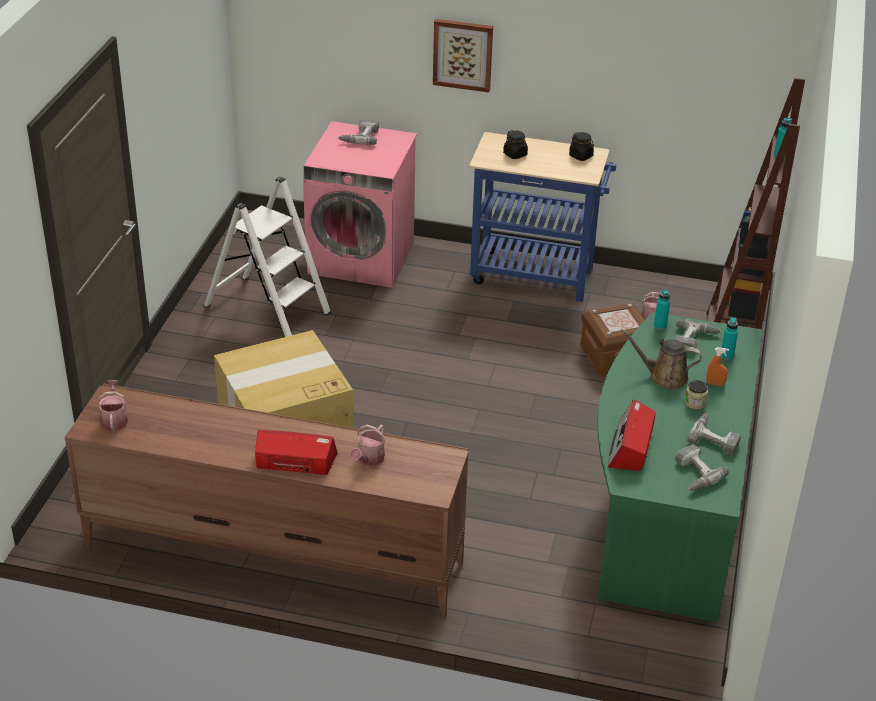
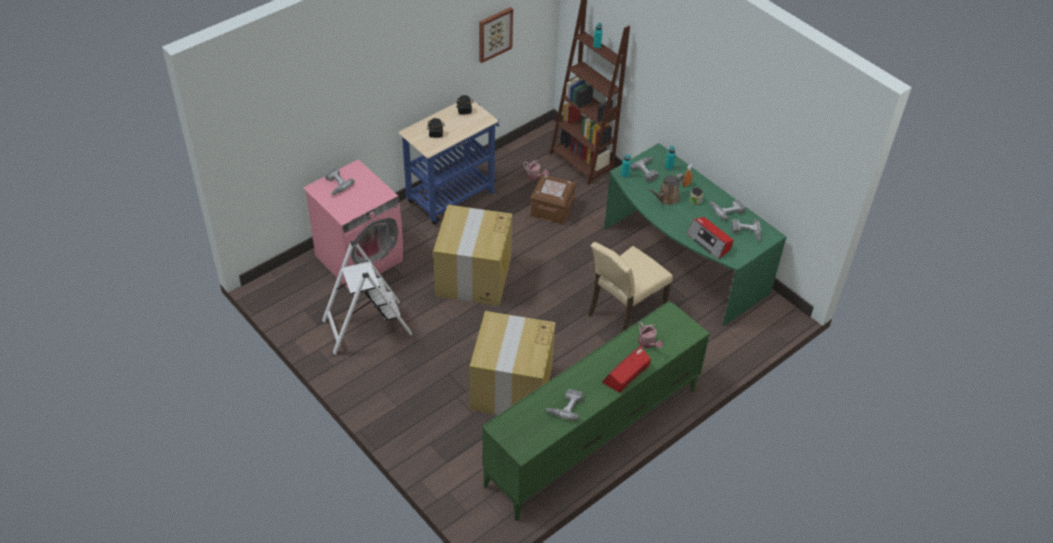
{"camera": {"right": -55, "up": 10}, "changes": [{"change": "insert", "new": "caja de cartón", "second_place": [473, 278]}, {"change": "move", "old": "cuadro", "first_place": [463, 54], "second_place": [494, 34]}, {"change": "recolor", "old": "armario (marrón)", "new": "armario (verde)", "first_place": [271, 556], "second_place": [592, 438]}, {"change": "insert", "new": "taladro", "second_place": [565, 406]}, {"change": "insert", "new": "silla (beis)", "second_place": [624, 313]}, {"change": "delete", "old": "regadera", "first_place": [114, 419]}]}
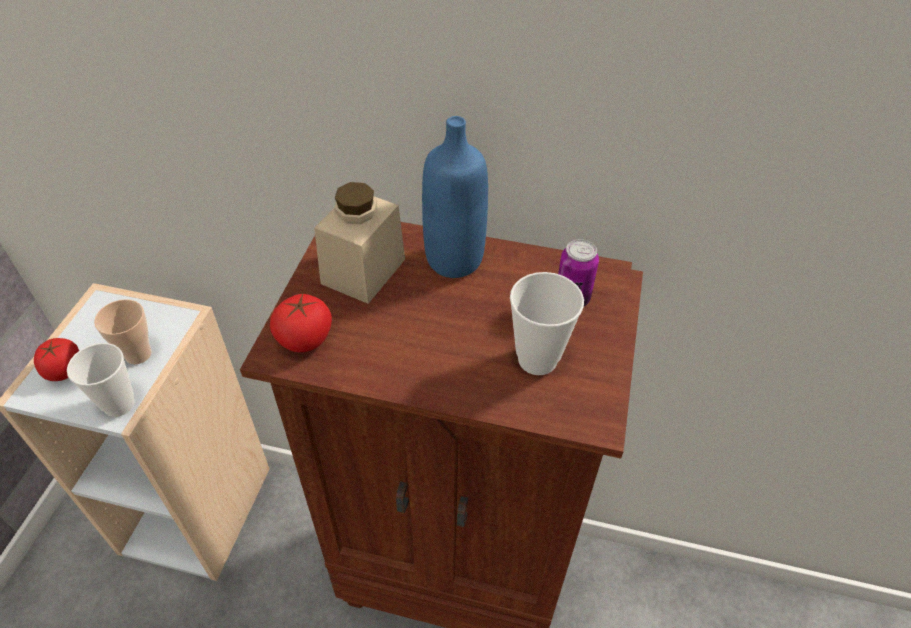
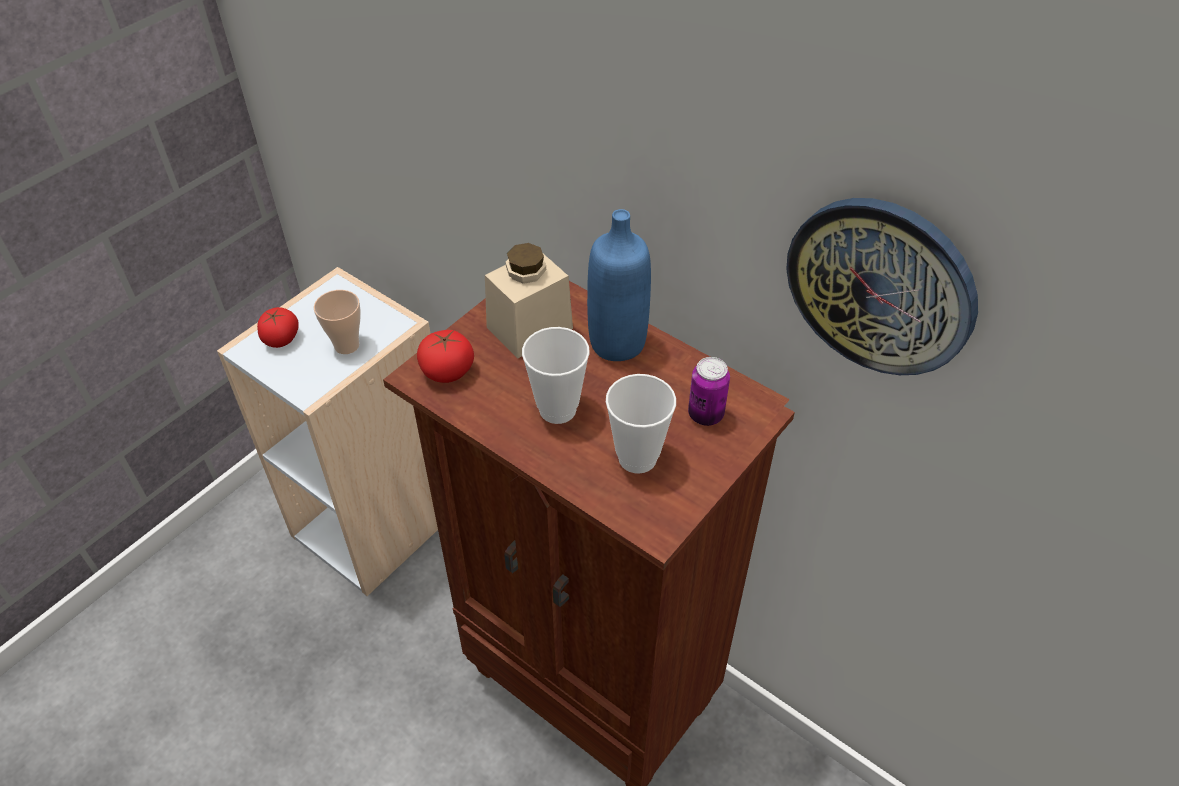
{"camera": {"right": 25, "up": 0}, "changes": [{"change": "move", "old": "taza", "first_place": [119, 404], "second_place": [557, 409]}, {"change": "insert", "new": "reloj de pared", "second_place": [881, 286]}]}
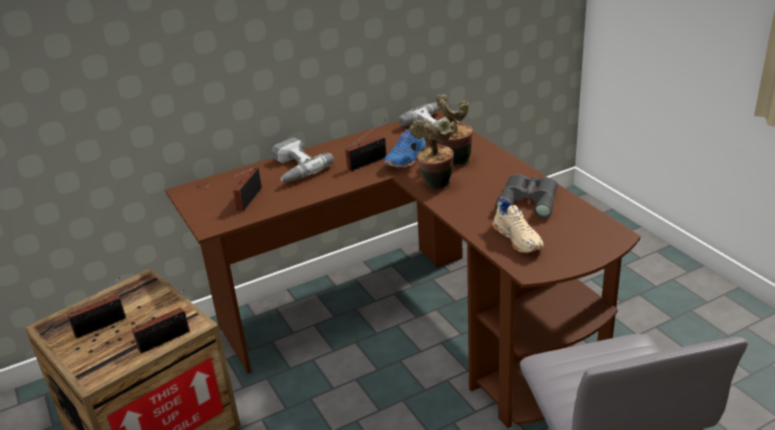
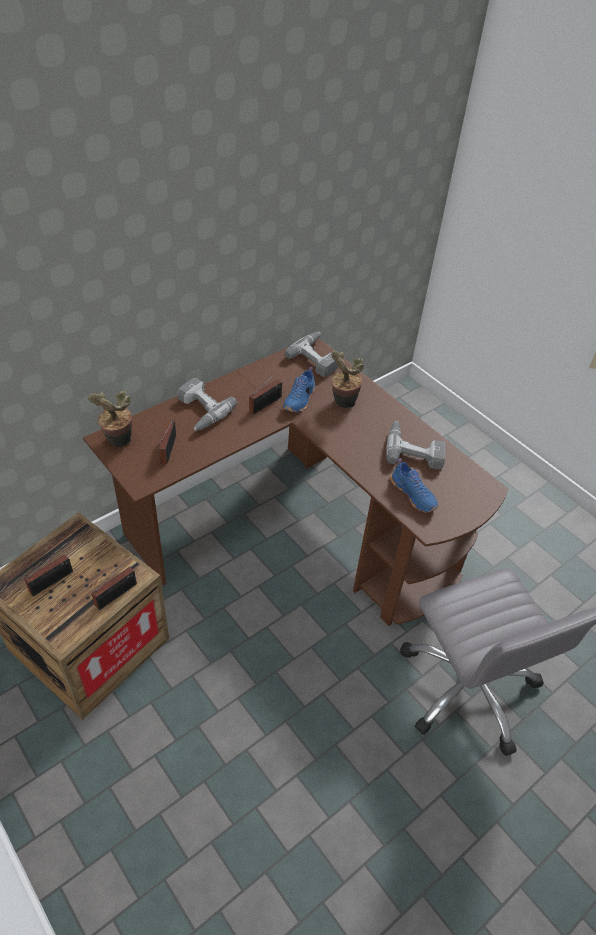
{"camera": {"right": -15, "up": 15}, "changes": [{"change": "move", "old": "planta en maceta", "first_place": [435, 185], "second_place": [118, 442]}, {"change": "replace", "old": "prismáticos (gris)", "new": "taladro", "first_place": [529, 200], "second_place": [414, 449]}, {"change": "recolor", "old": "zapato (beis)", "new": "zapato (azul)", "first_place": [518, 239], "second_place": [414, 494]}]}
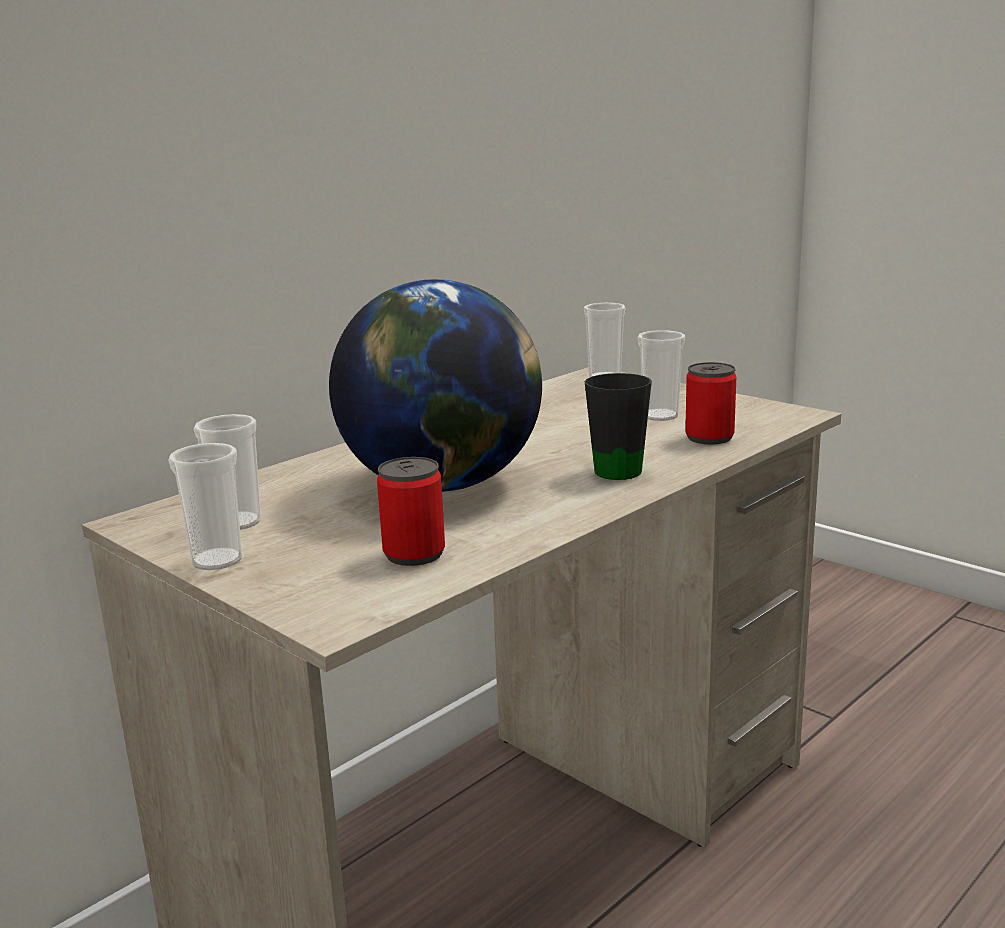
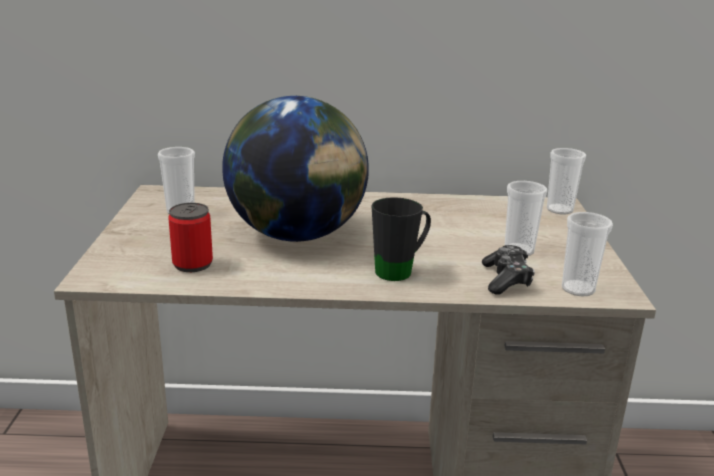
{"camera": {"right": 45, "up": 5}, "changes": [{"change": "replace", "old": "lata", "new": "mando de consola", "first_place": [709, 437], "second_place": [506, 279]}, {"change": "move", "old": "taza", "first_place": [217, 560], "second_place": [578, 289]}]}
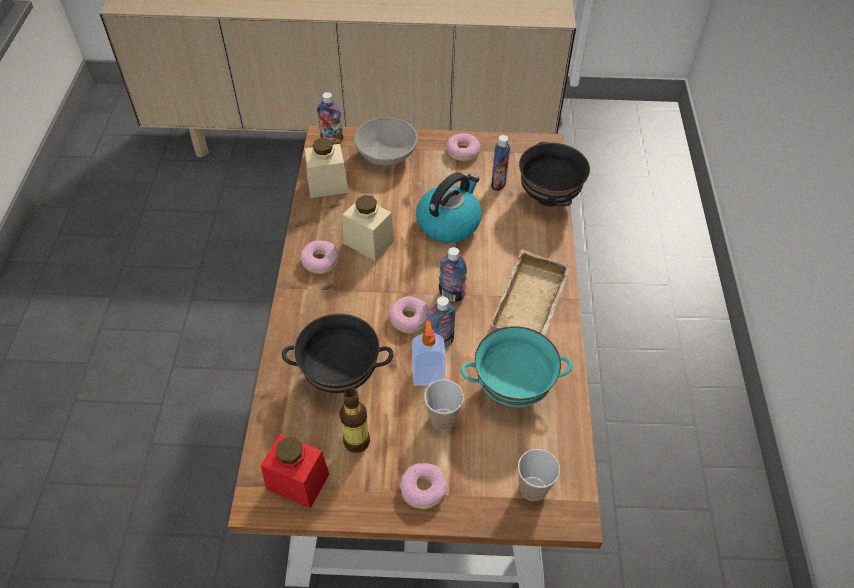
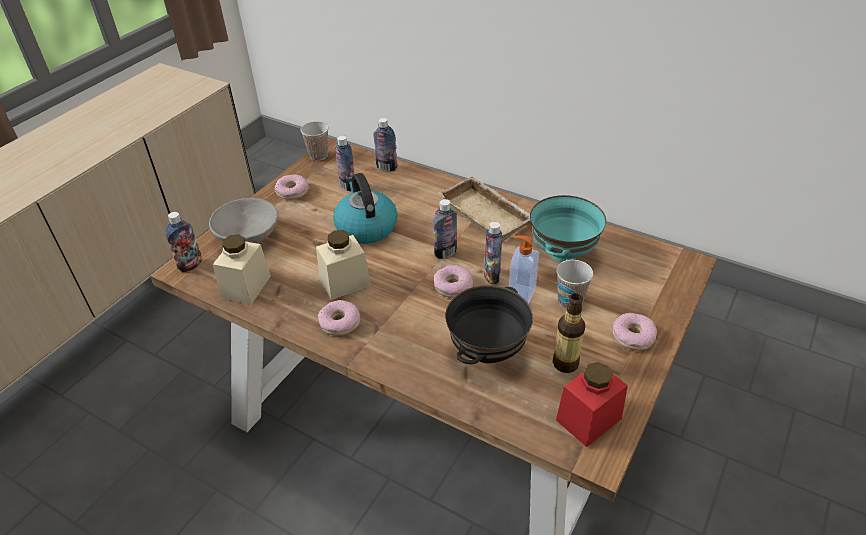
{"camera": {"right": -60, "up": -10}, "changes": [{"change": "move", "old": "taza", "first_place": [533, 488], "second_place": [318, 155]}, {"change": "replace", "old": "cuenco (negro)", "new": "botella", "first_place": [547, 197], "second_place": [386, 168]}]}
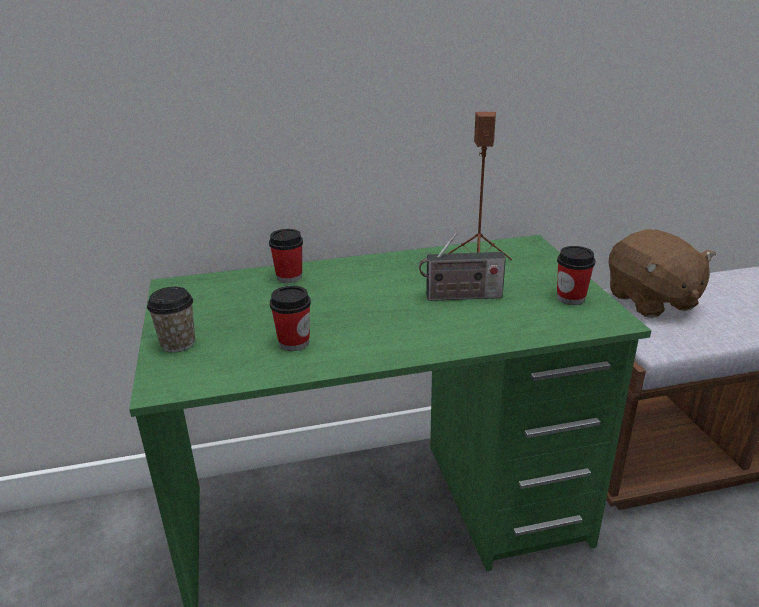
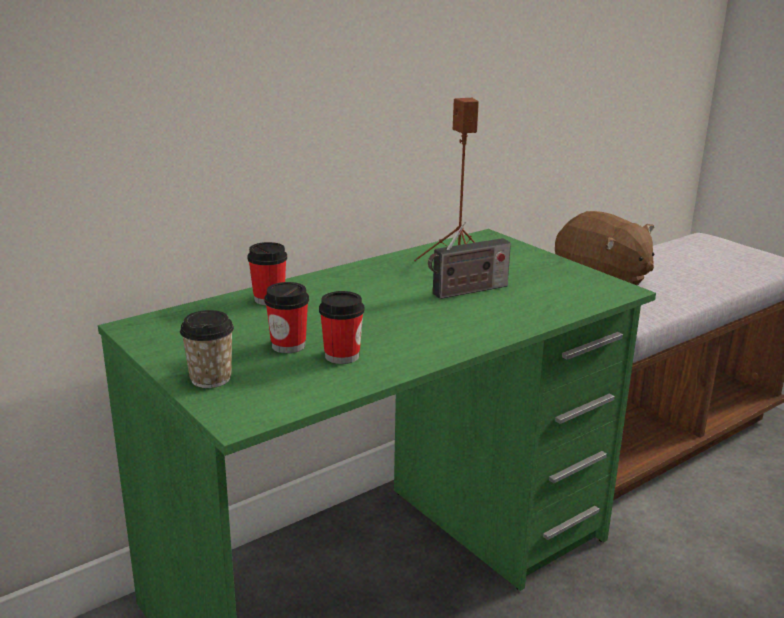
{"camera": {"right": -25, "up": -5}, "changes": [{"change": "move", "old": "taza", "first_place": [570, 298], "second_place": [288, 345]}]}
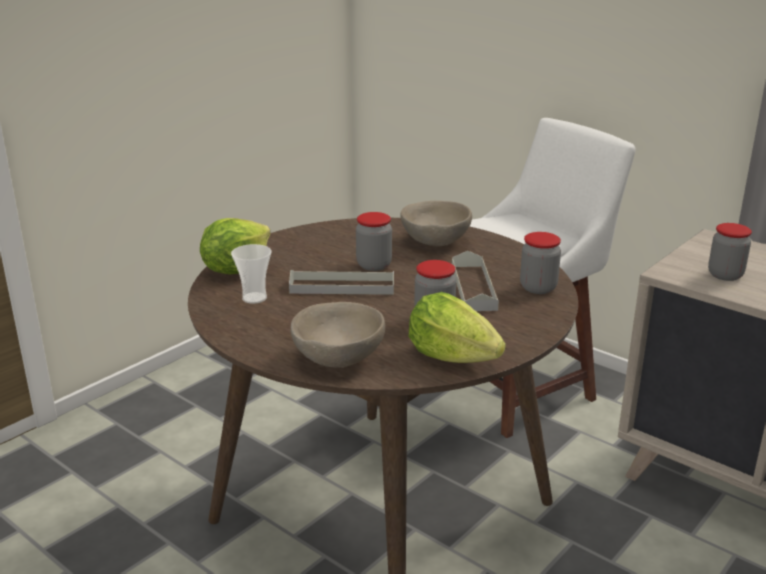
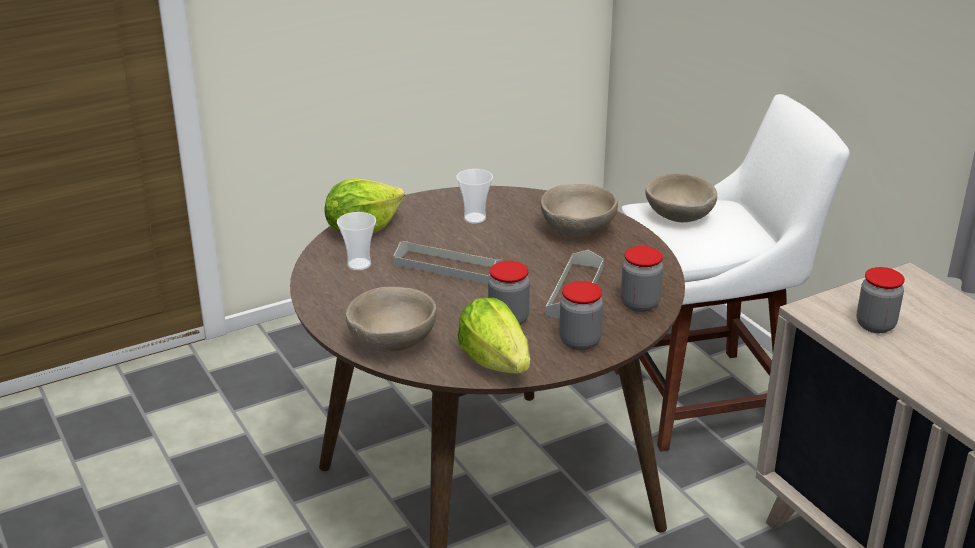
{"camera": {"right": 20, "up": 5}, "changes": [{"change": "insert", "new": "taza", "second_place": [474, 218]}, {"change": "move", "old": "tarro", "first_place": [374, 265], "second_place": [579, 341]}, {"change": "insert", "new": "cuenco (beis)", "second_place": [678, 216]}]}
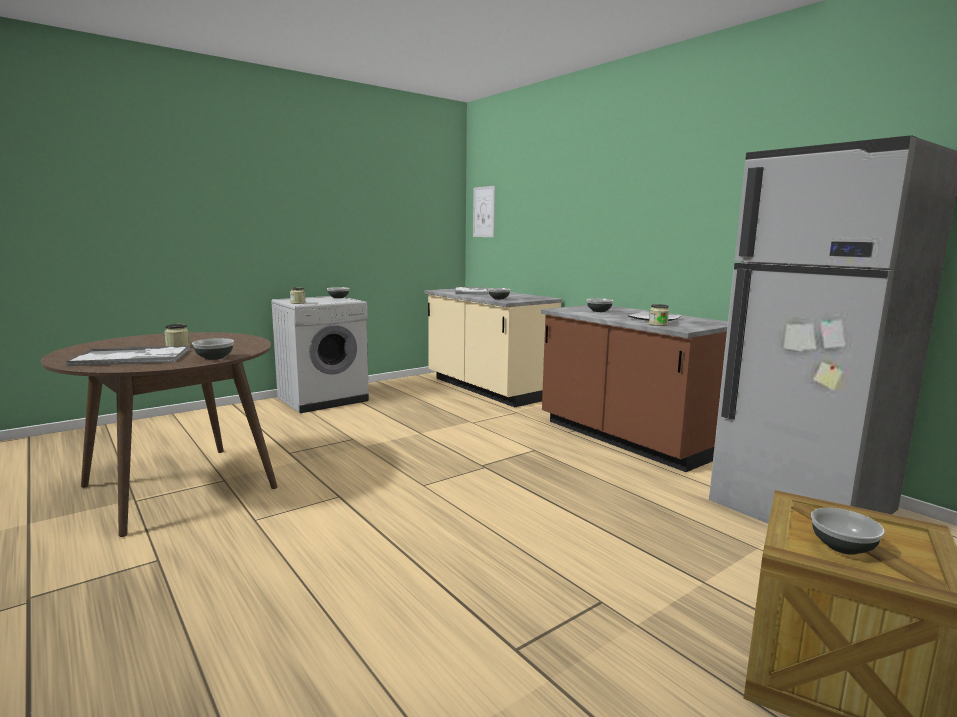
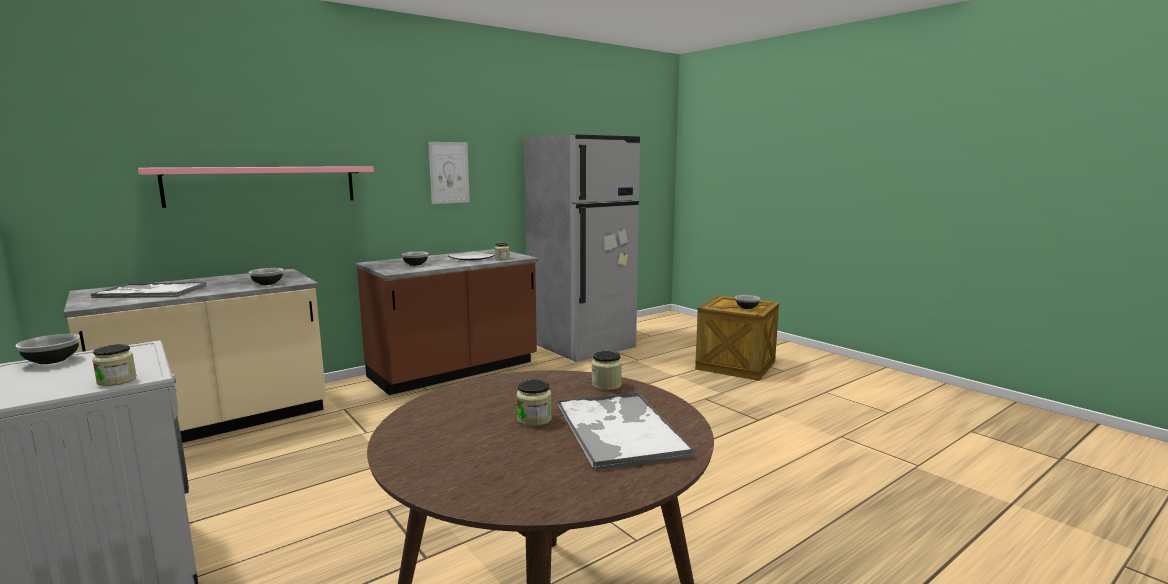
{"camera": {"right": -90, "up": 0}, "changes": [{"change": "insert", "new": "estante (rosa)", "second_place": [263, 185]}, {"change": "move", "old": "cuadro", "first_place": [484, 212], "second_place": [449, 172]}, {"change": "replace", "old": "cuenco", "new": "tarro", "first_place": [214, 357], "second_place": [606, 385]}]}
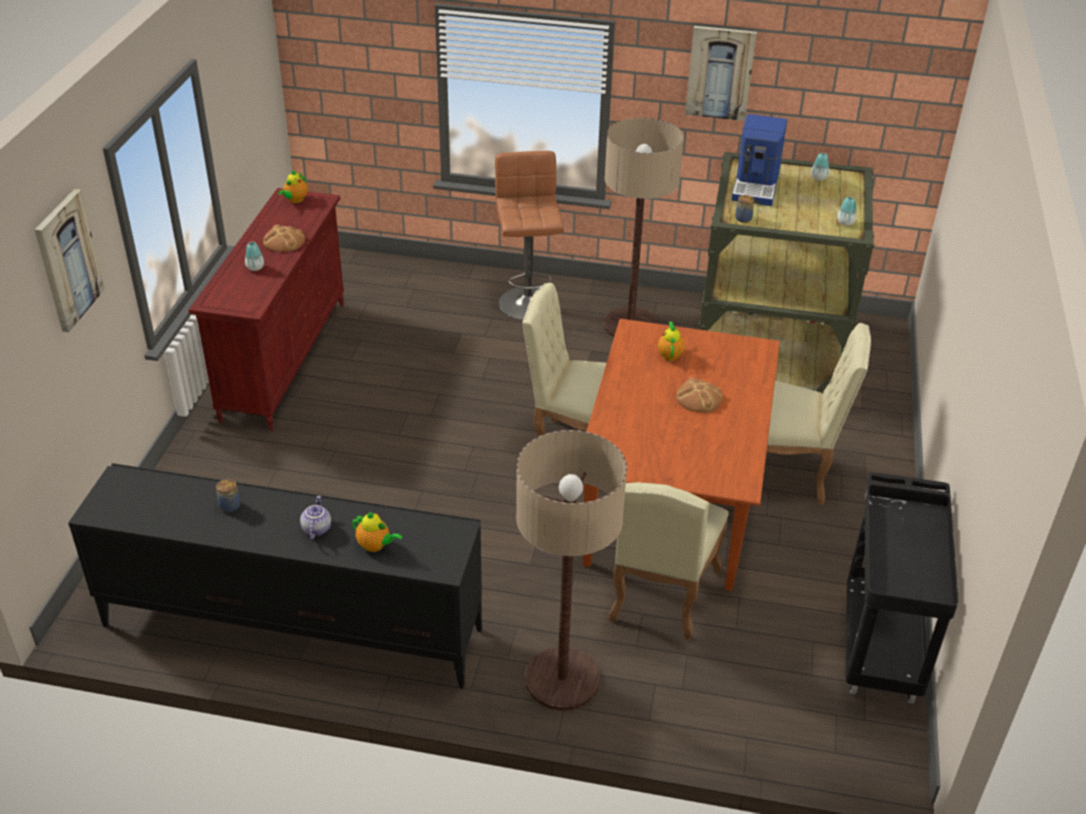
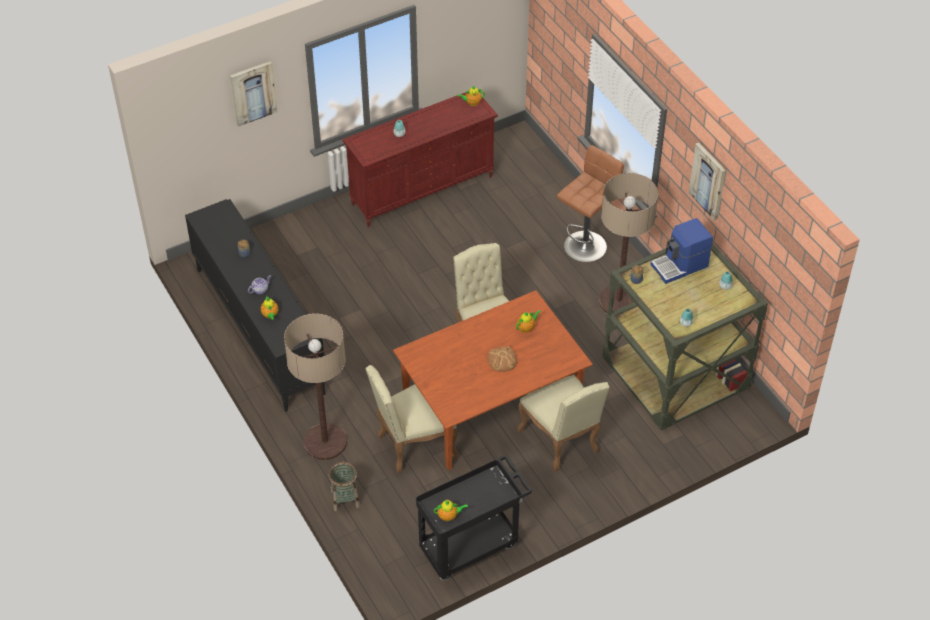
{"camera": {"right": 50, "up": 10}, "changes": [{"change": "insert", "new": "cesta", "second_place": [345, 499]}, {"change": "insert", "new": "tetera", "second_place": [449, 516]}, {"change": "delete", "old": "pan", "first_place": [284, 241]}]}
